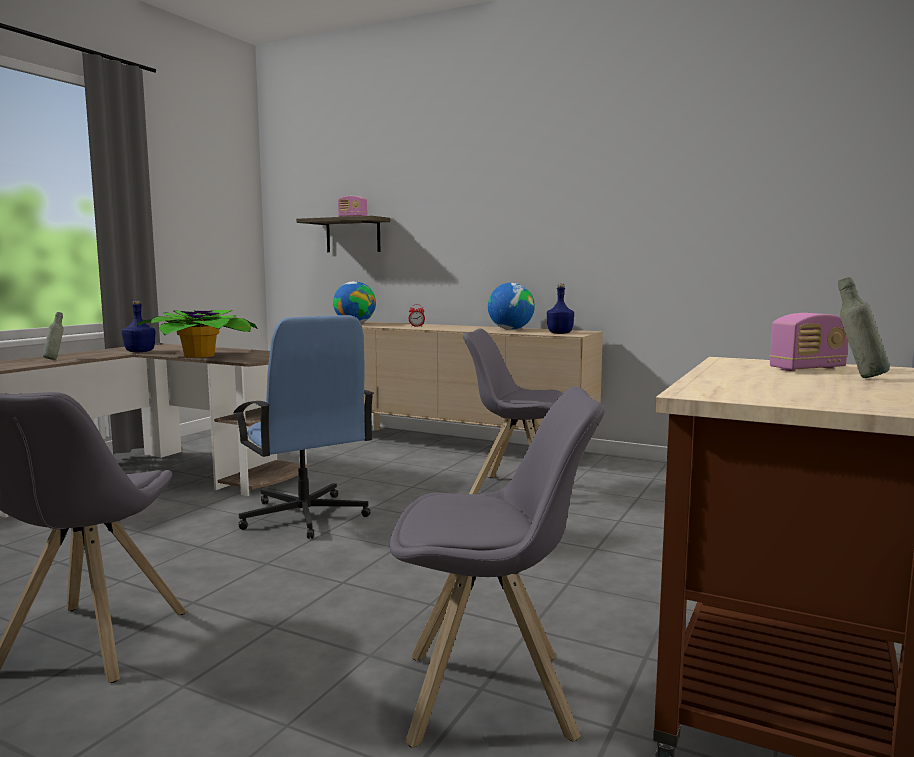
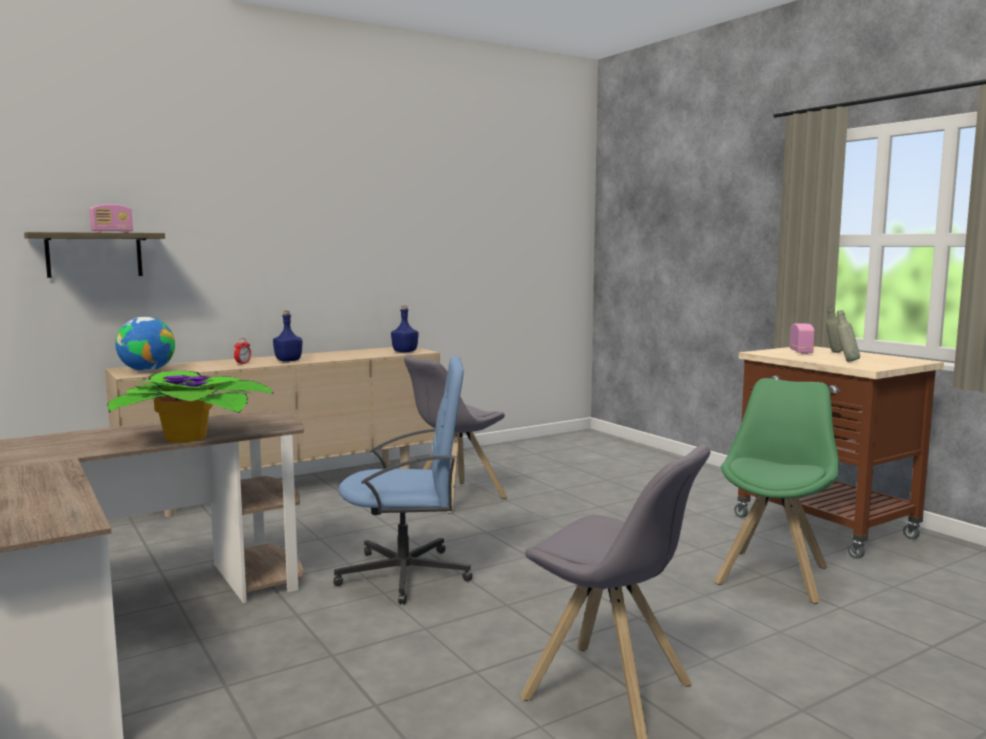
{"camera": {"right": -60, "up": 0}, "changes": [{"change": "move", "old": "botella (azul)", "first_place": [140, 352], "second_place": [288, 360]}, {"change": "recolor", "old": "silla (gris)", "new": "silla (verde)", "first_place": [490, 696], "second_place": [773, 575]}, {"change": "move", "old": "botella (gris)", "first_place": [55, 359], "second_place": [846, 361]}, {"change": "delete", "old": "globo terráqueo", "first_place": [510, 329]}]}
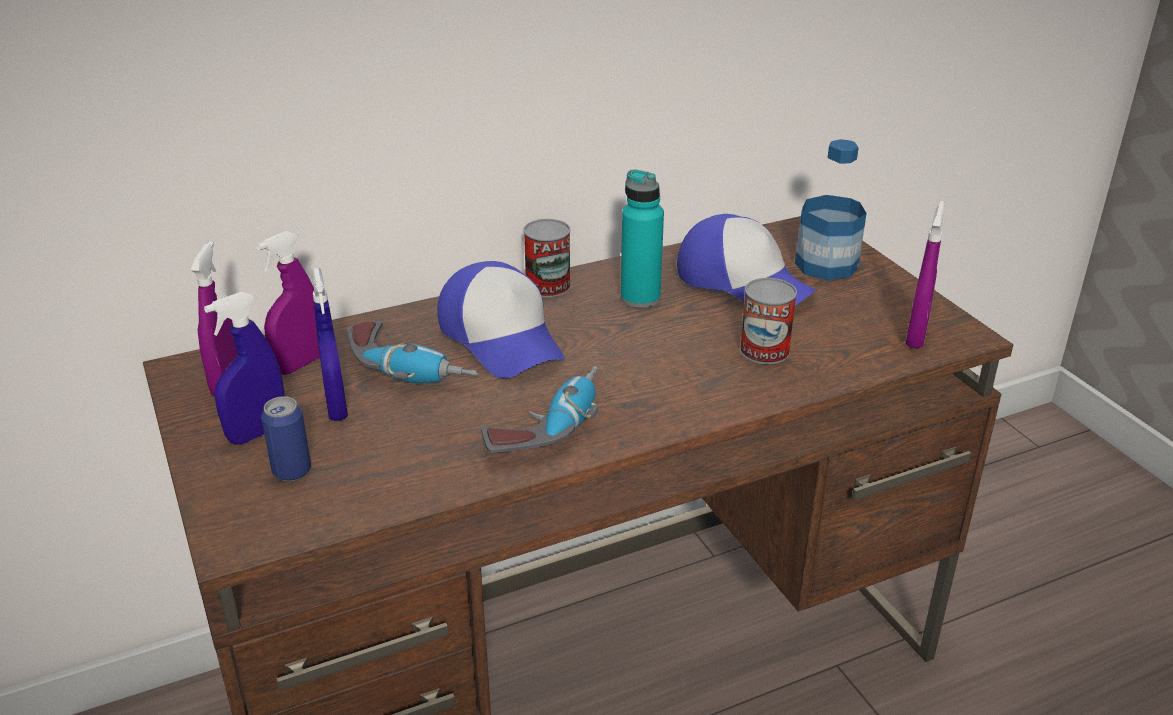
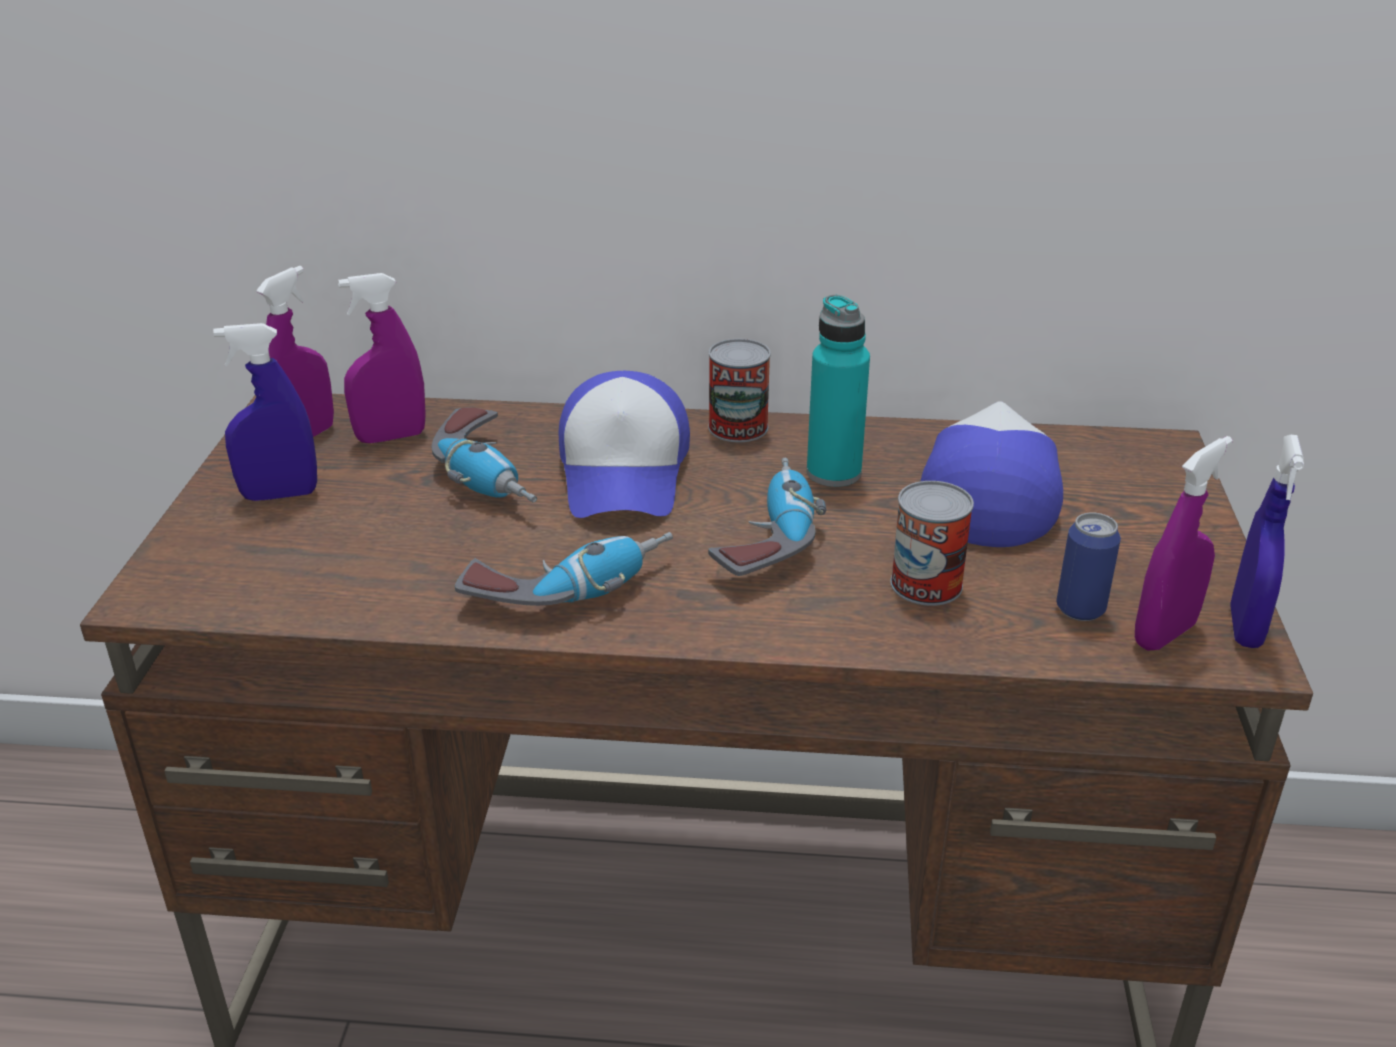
{"camera": {"right": 30, "up": 0}, "changes": [{"change": "insert", "new": "taladro", "second_place": [766, 536]}, {"change": "rotate", "old": "gorra", "first_place": [743, 283], "second_place": [988, 492], "degrees": -150}, {"change": "move", "old": "lata", "first_place": [292, 471], "second_place": [1080, 609]}, {"change": "move", "old": "pulverizador (azul)", "first_place": [336, 407], "second_place": [1245, 628]}, {"change": "delete", "old": "botella", "first_place": [826, 265]}]}
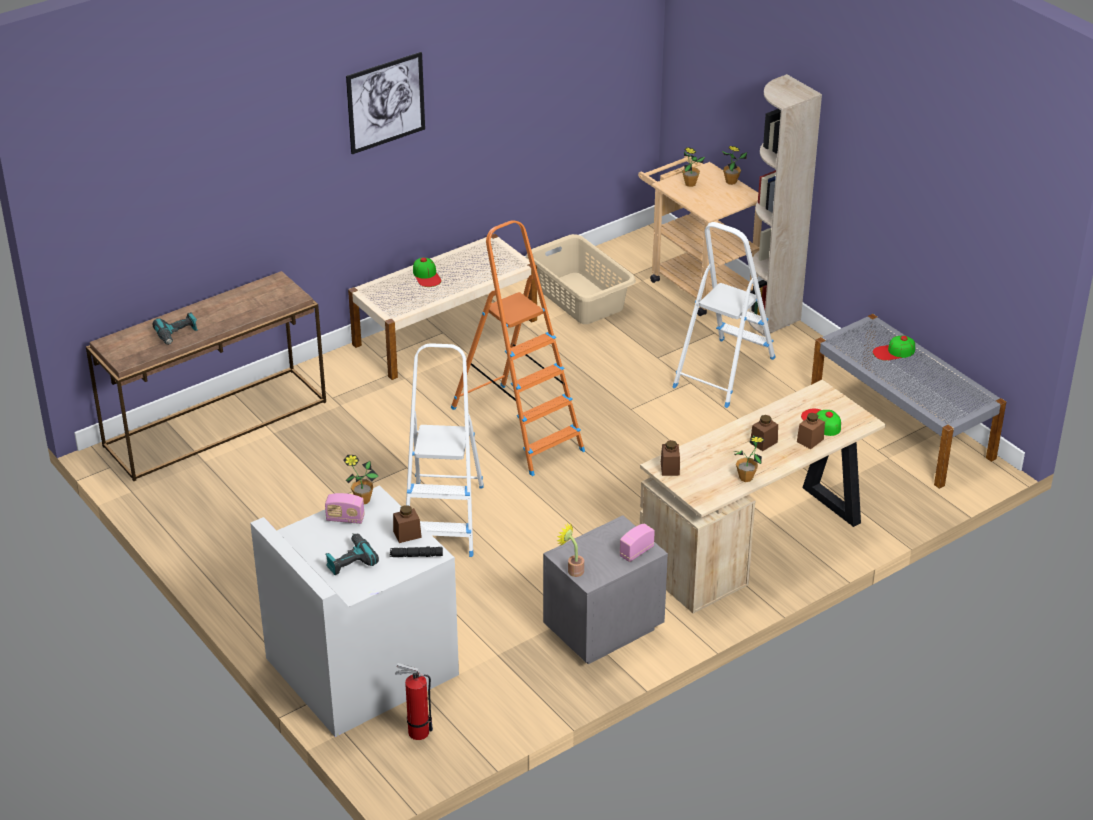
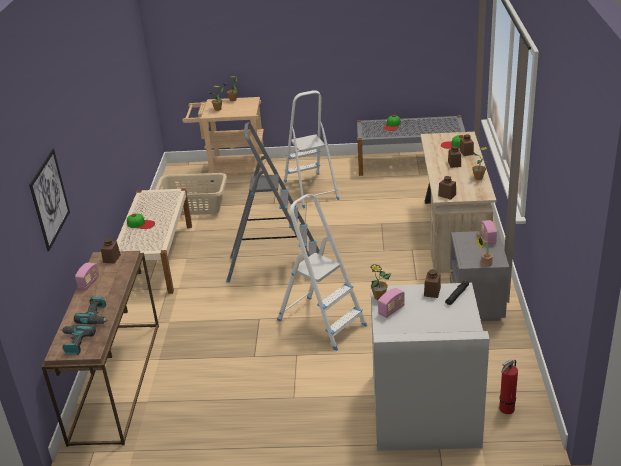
{"camera": {"right": -50, "up": -5}, "changes": [{"change": "move", "old": "cuadro", "first_place": [386, 102], "second_place": [49, 199]}, {"change": "move", "old": "taladro", "first_place": [349, 560], "second_place": [75, 343]}, {"change": "insert", "new": "radio", "second_place": [89, 283]}, {"change": "insert", "new": "tarro (marrón)", "second_place": [111, 258]}, {"change": "recolor", "old": "escalera de tijera (naranja)", "new": "escalera de tijera (gris)", "first_place": [517, 429], "second_place": [275, 267]}, {"change": "delete", "old": "estantería (beis)", "first_place": [768, 323]}]}
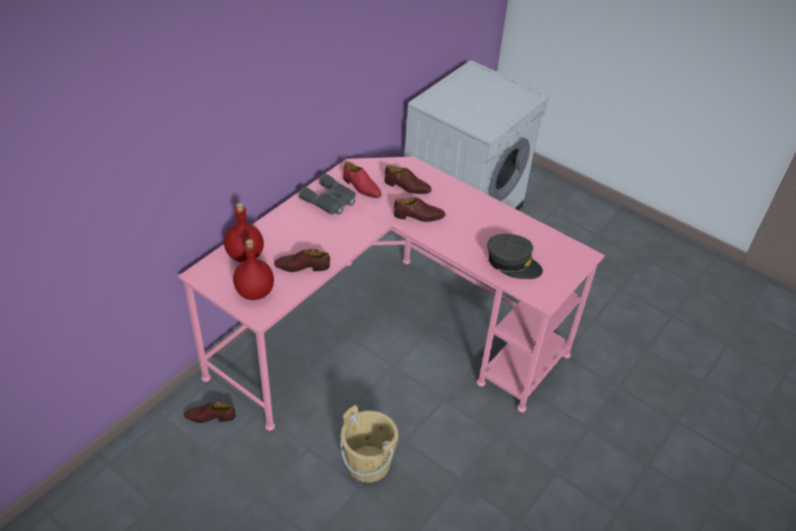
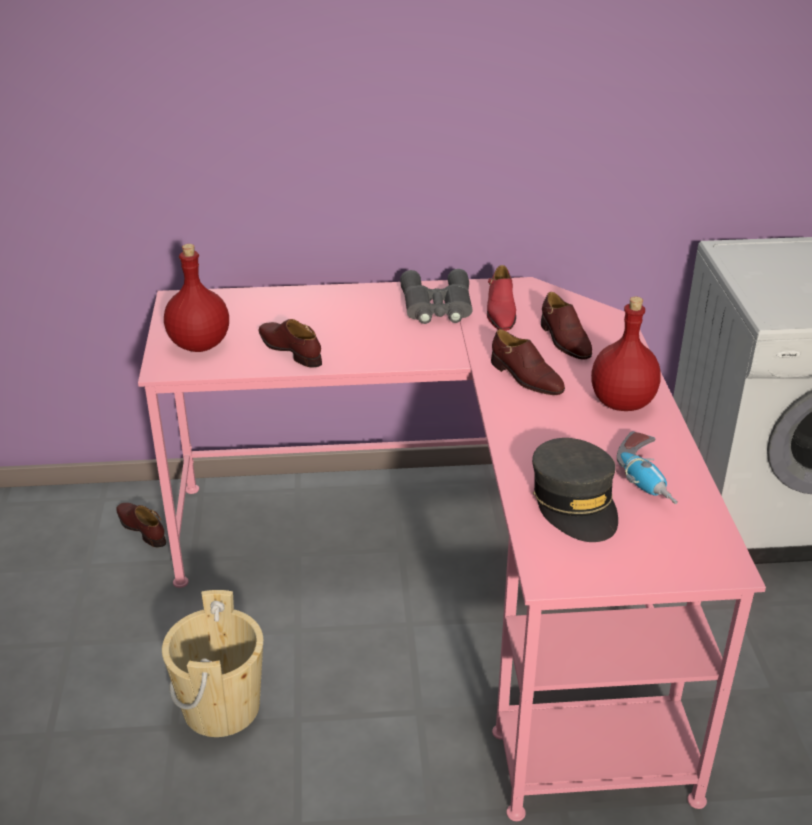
{"camera": {"right": 50, "up": -10}, "changes": [{"change": "move", "old": "botella (rojo)", "first_place": [246, 255], "second_place": [623, 403]}, {"change": "insert", "new": "taladro", "second_place": [649, 478]}]}
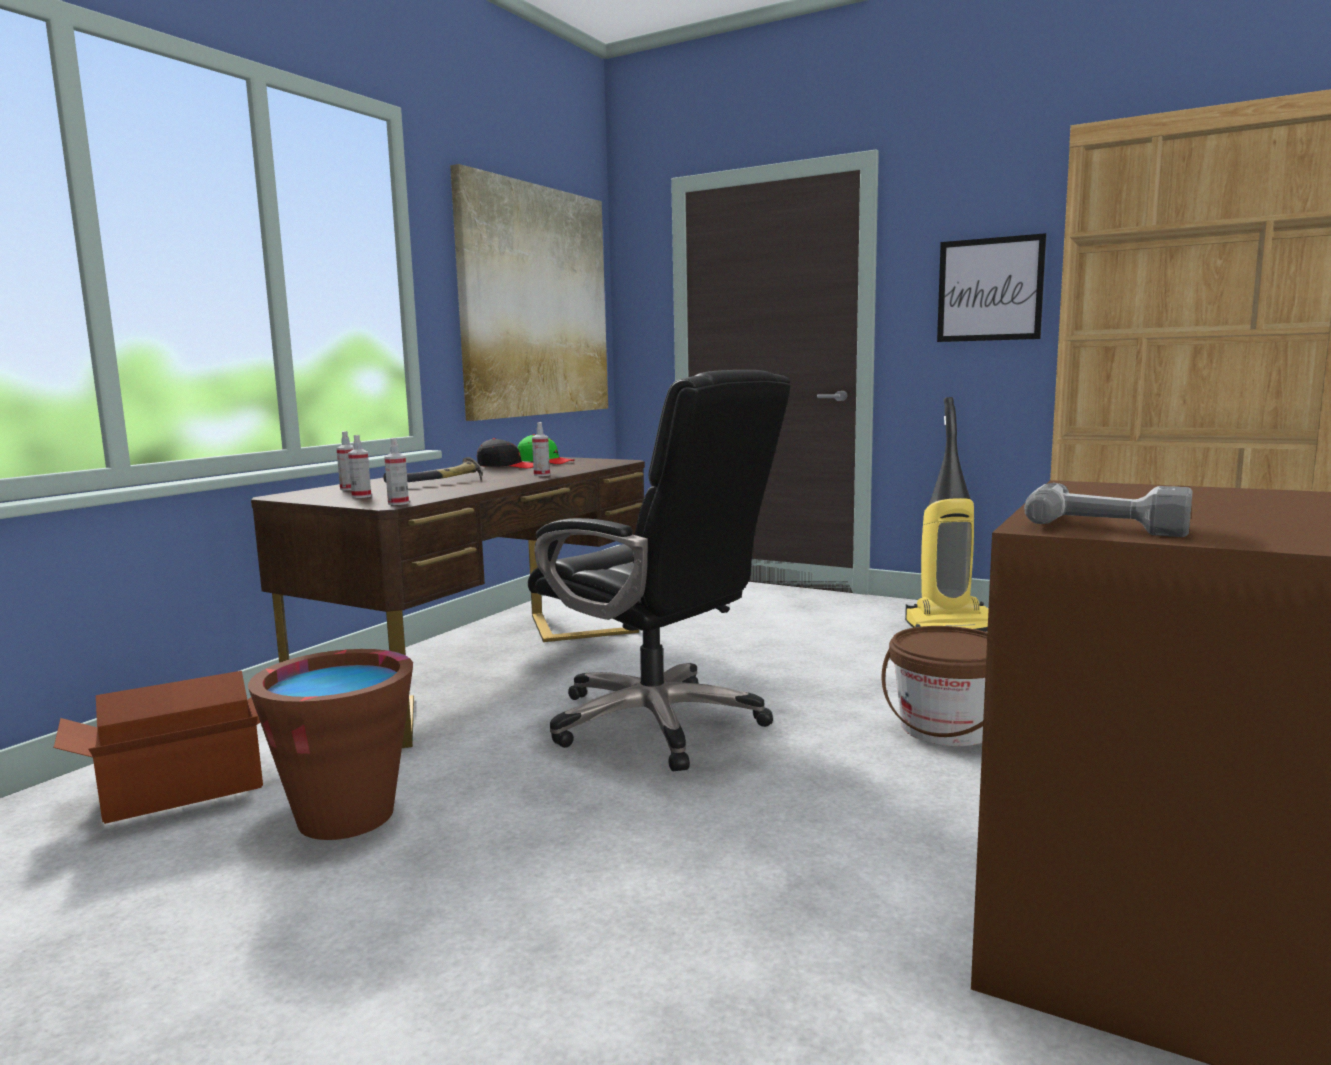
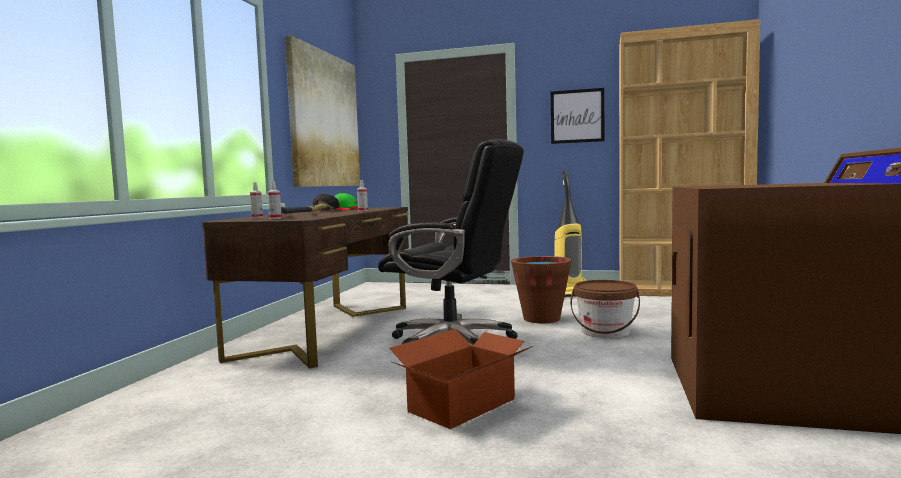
{"camera": {"right": -15, "up": -5}, "changes": [{"change": "move", "old": "caja de cartón", "first_place": [182, 787], "second_place": [460, 405]}, {"change": "move", "old": "cubo (marrón)", "first_place": [346, 816], "second_place": [541, 319]}, {"change": "delete", "old": "pulverizador", "first_place": [398, 503]}, {"change": "delete", "old": "taladro", "first_place": [1106, 523]}]}
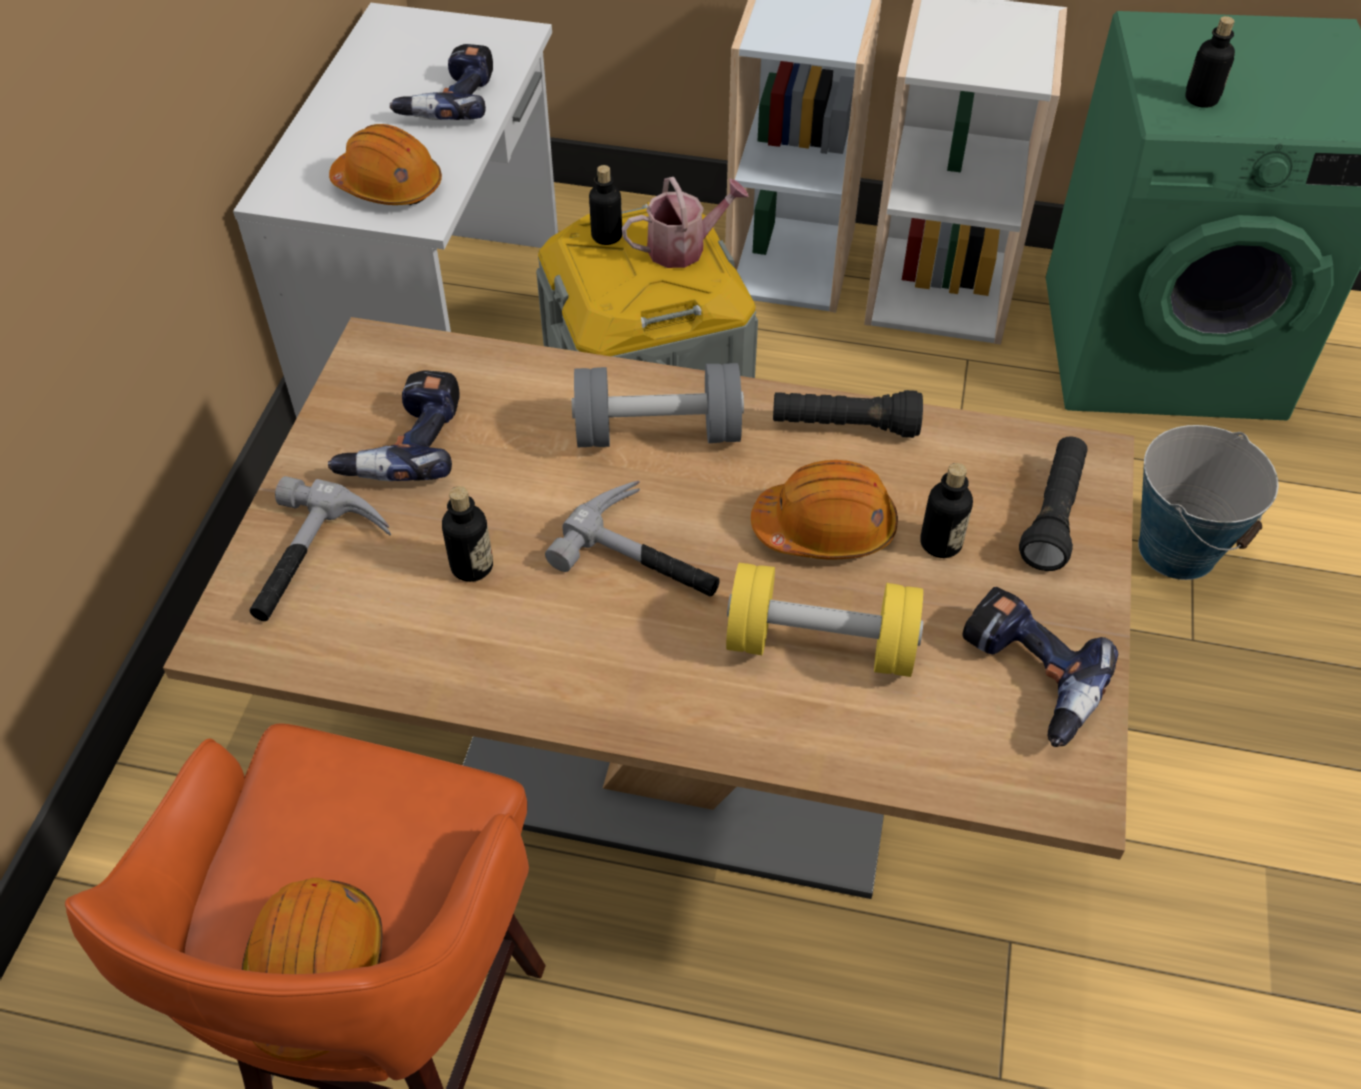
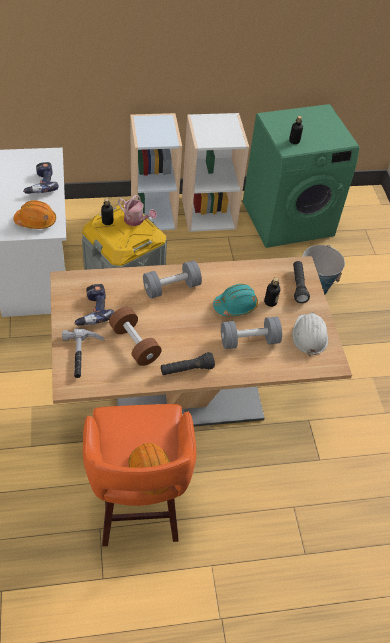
{"camera": {"right": -25, "up": 0}, "changes": [{"change": "replace", "old": "botella", "new": "mancuerna (marrón)", "first_place": [472, 566], "second_place": [134, 344]}, {"change": "rotate", "old": "regadera", "first_place": [684, 248], "second_place": [136, 220], "degrees": 75}, {"change": "move", "old": "linterna (negro)", "first_place": [844, 427], "second_place": [187, 370]}, {"change": "recolor", "old": "casco (naranja)", "new": "casco (turquesa)", "first_place": [825, 528], "second_place": [235, 305]}, {"change": "recolor", "old": "mancuerna (amarillo)", "new": "mancuerna (gris)", "first_place": [820, 645], "second_place": [249, 341]}, {"change": "replace", "old": "taladro", "new": "casco (blanco)", "first_place": [1026, 678], "second_place": [309, 335]}, {"change": "delete", "old": "martillo", "first_place": [648, 554]}]}
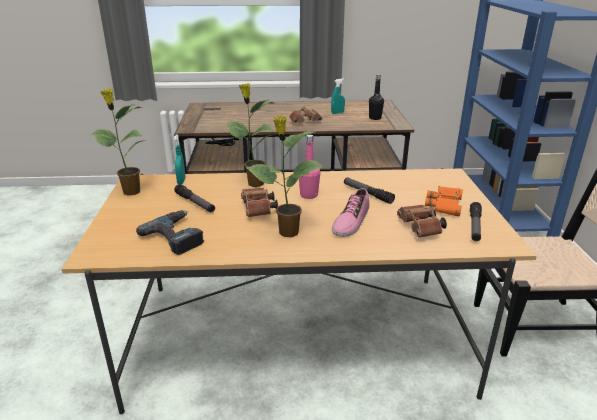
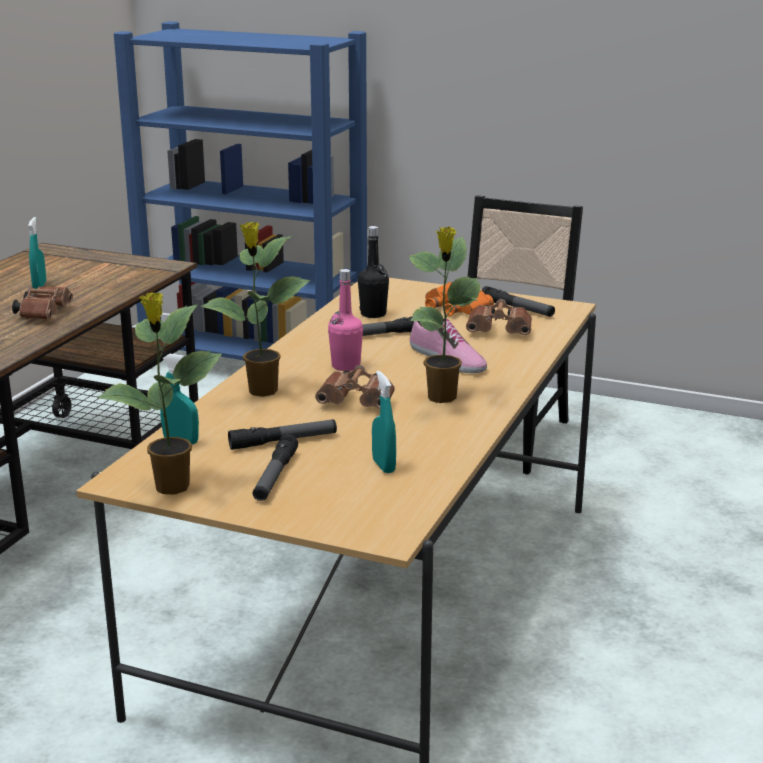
{"camera": {"right": -65, "up": -5}, "changes": [{"change": "insert", "new": "linterna", "second_place": [275, 476]}, {"change": "move", "old": "botella (negro)", "first_place": [375, 118], "second_place": [373, 314]}, {"change": "replace", "old": "taladro", "new": "pulverizador (turquesa)", "first_place": [177, 236], "second_place": [383, 466]}]}
